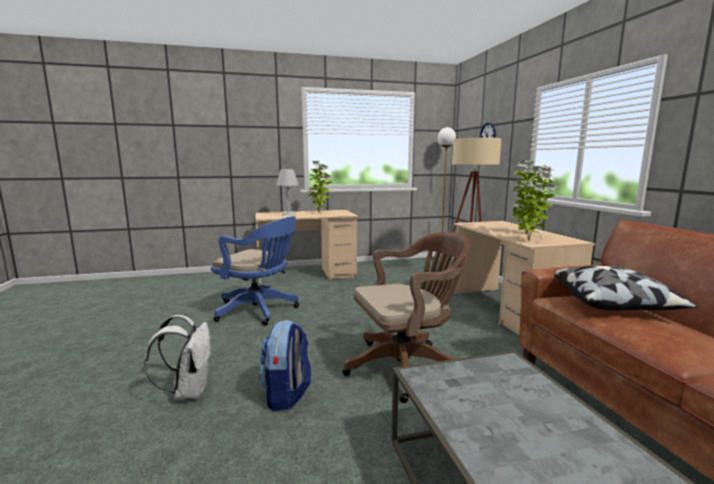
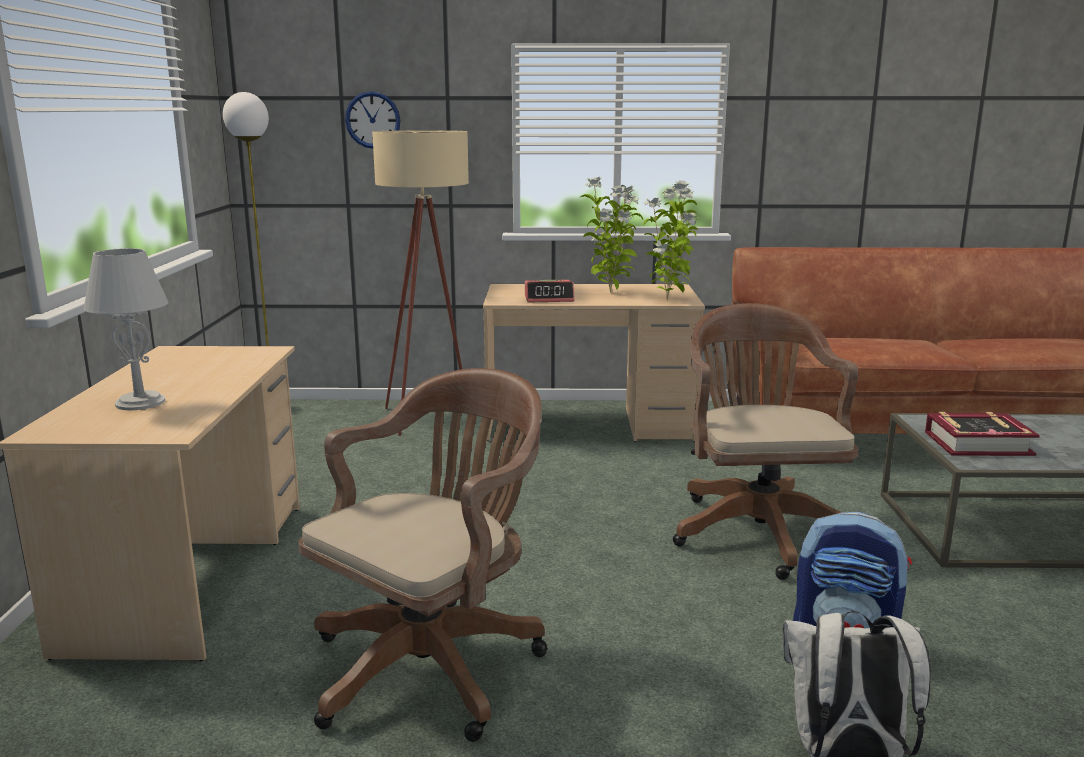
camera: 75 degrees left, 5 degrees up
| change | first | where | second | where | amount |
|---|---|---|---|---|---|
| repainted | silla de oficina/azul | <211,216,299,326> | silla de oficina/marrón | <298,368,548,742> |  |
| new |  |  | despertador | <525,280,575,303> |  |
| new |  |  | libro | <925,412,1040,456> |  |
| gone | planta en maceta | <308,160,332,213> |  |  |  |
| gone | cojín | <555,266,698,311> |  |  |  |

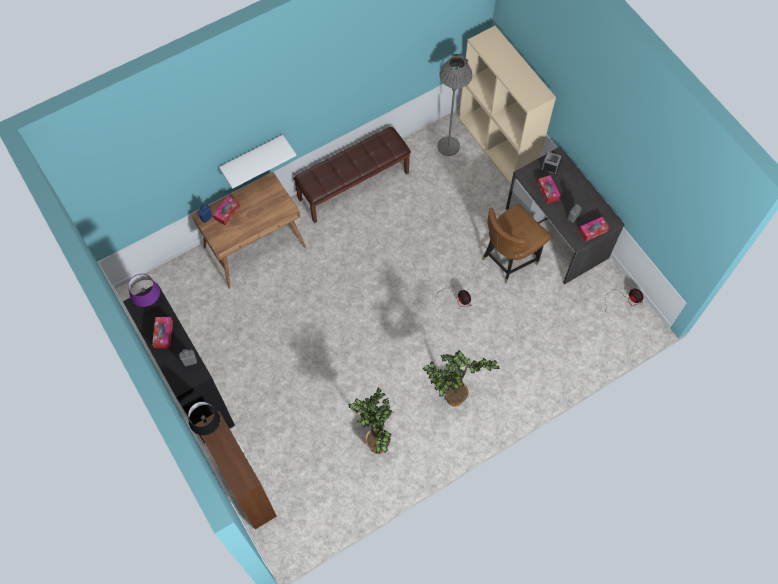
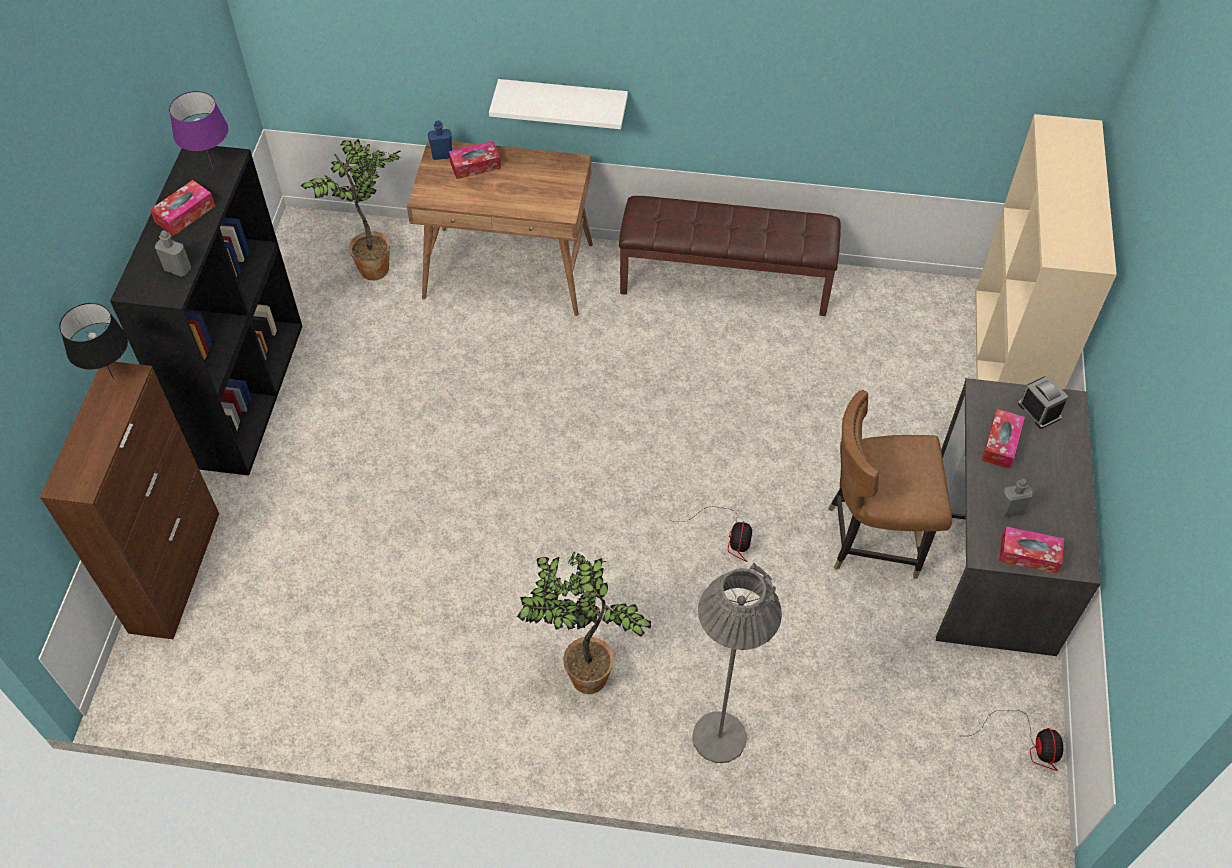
camera: 40 degrees right, 10 degrees down
| change | first | where | second | where | amount |
|---|---|---|---|---|---|
| shifted | planta en maceta | <348,387,394,454> |  | <301,139,401,281> |  |
| shifted | lámpara de pie/gris | <437,54,472,156> |  | <693,563,782,763> |  |

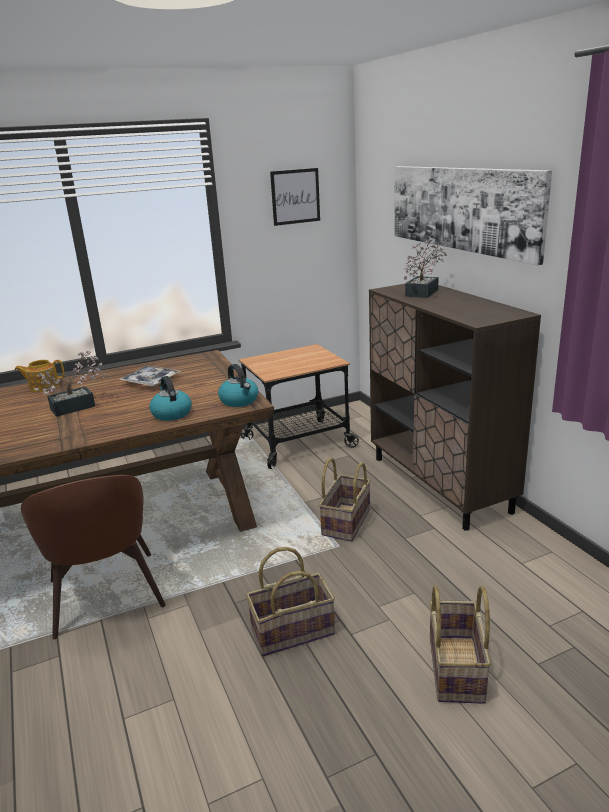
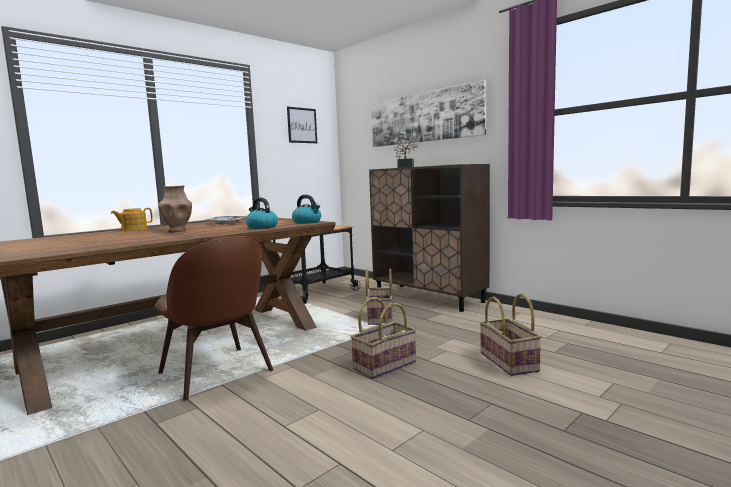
camera: 20 degrees left, 15 degrees down
| change | first | where | second | where | amount |
|---|---|---|---|---|---|
| swapped | planta en maceta | <34,350,105,417> | florero/marrón | <158,185,192,232> |  |

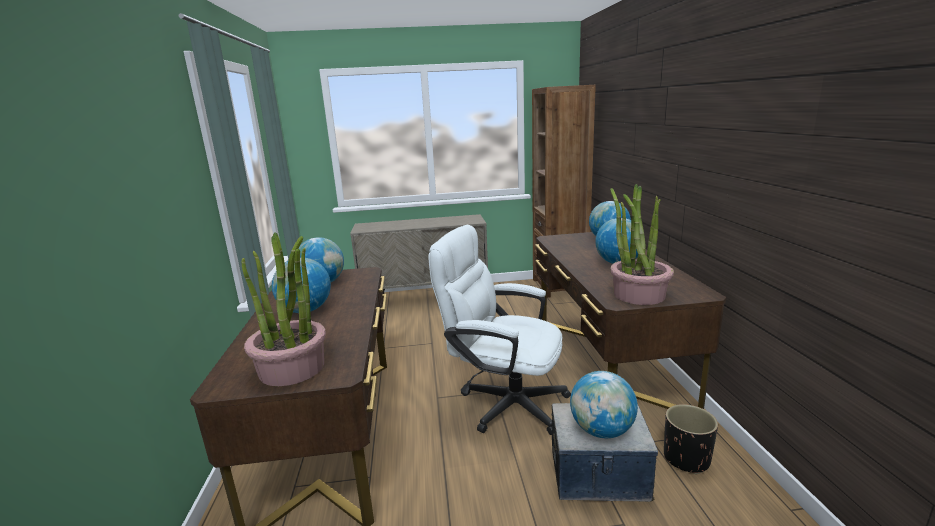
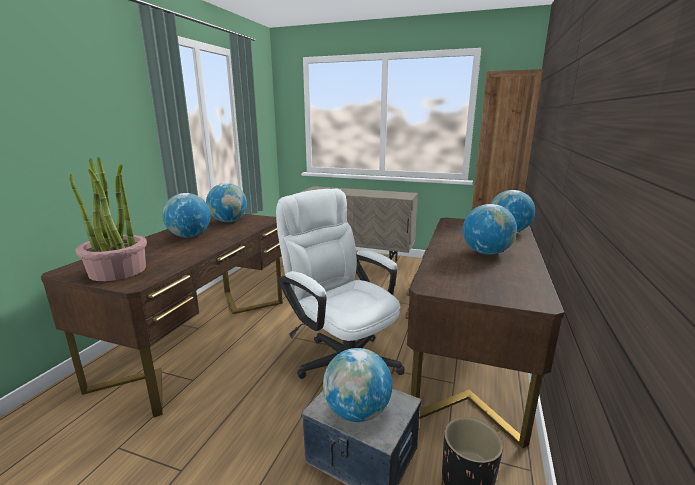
camera: 25 degrees right, 0 degrees up
| change | first | where | second | where | amount |
|---|---|---|---|---|---|
| gone | planta en maceta | <610,184,674,305> |  |  |  |

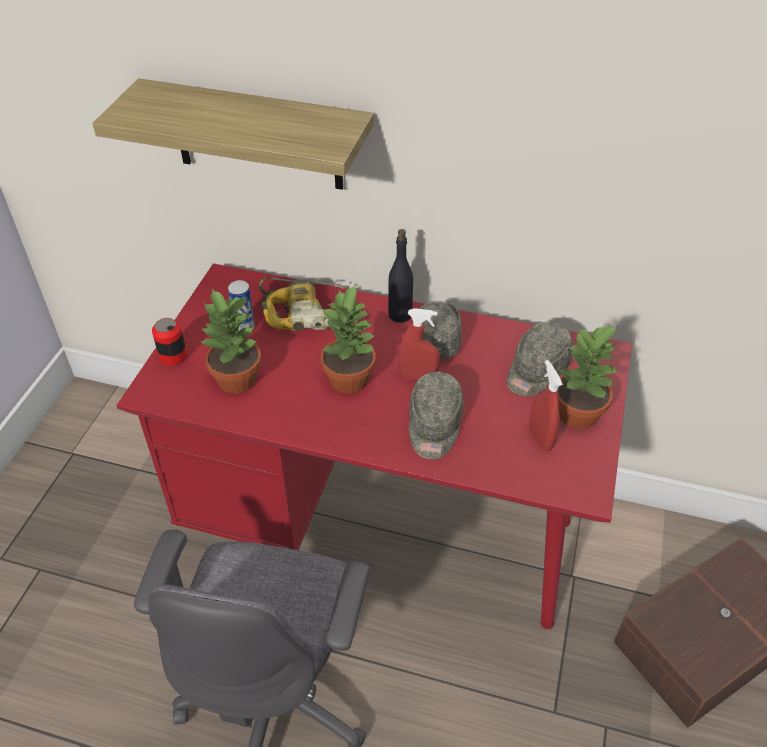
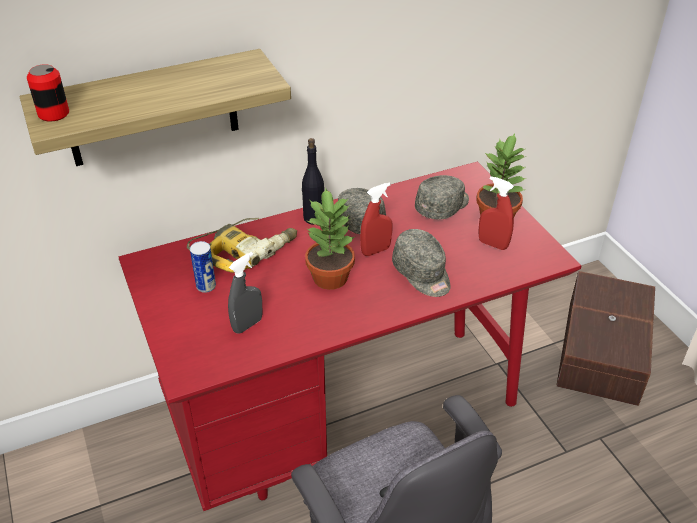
camera: 40 degrees left, 5 degrees down
| change | first | where | second | where | amount |
|---|---|---|---|---|---|
| shifted | lata | <152,318,187,366> |  | <27,64,69,121> |  |
| swapped | planta en maceta | <199,289,262,393> | pulverizador/gris | <228,252,263,334> |  |
| rotated | gorra/gris | <507,322,572,396> |  | <415,175,469,220> | 135 degrees counterclockwise |

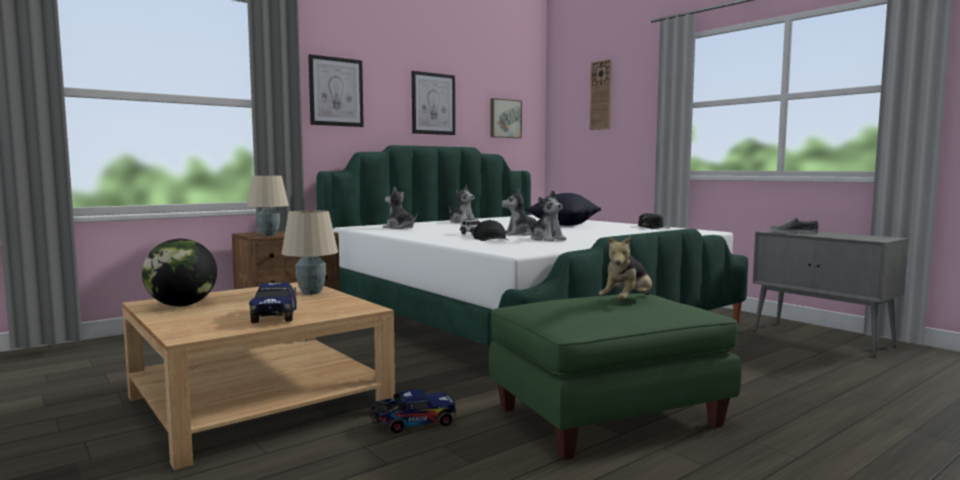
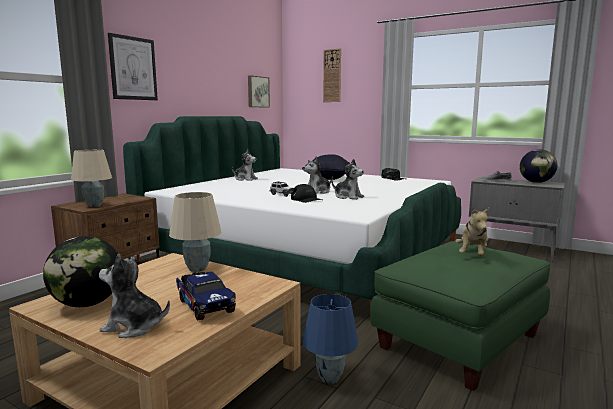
camera: 20 degrees left, 5 degrees up
| change | first | where | second | where | amount |
|---|---|---|---|---|---|
| shifted | peluche | <383,187,417,229> |  | <99,254,170,338> |  |
| swapped | camión de juguete | <370,389,456,433> | lámpara de mesa/azul | <302,294,358,384> |  |
| new |  |  | globo terráqueo | <520,149,557,183> |  |
| gone | cuadro | <412,71,455,135> |  |  |  |

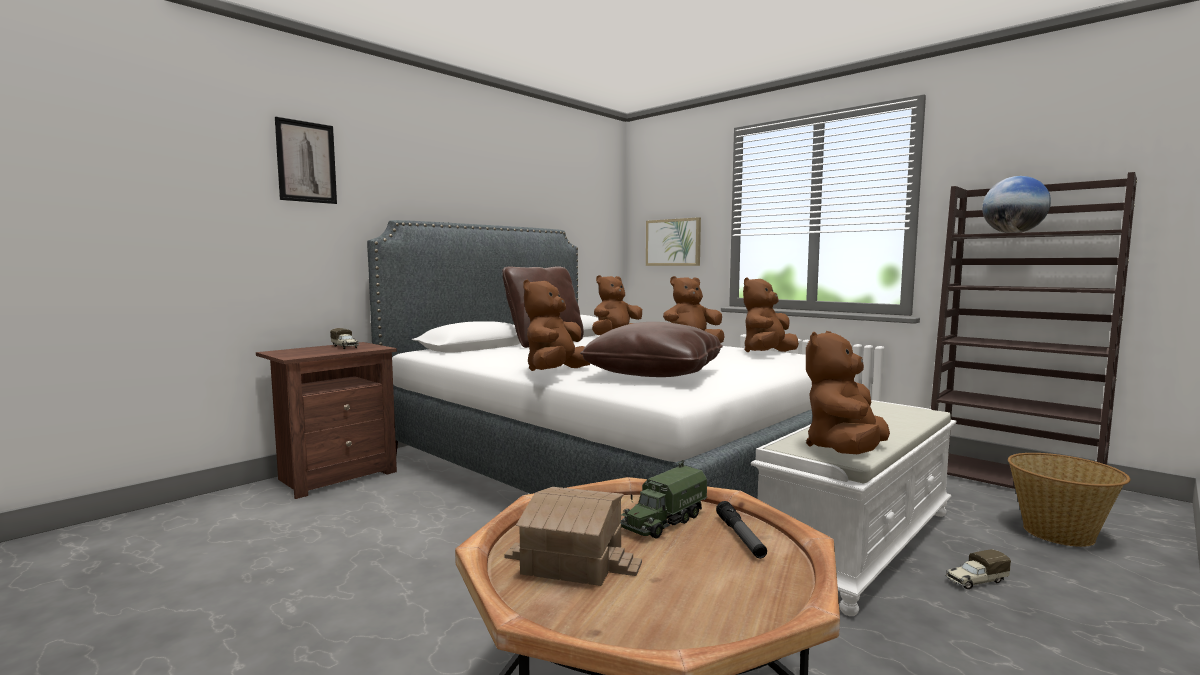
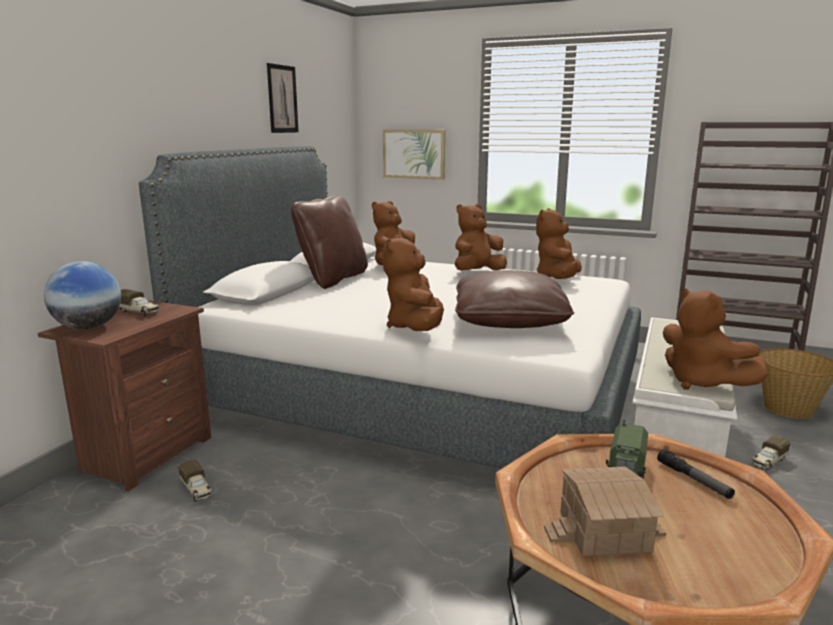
camera: 20 degrees left, 10 degrees up
| change | first | where | second | where | amount |
|---|---|---|---|---|---|
| shifted | globo terráqueo | <982,176,1051,233> |  | <44,261,121,330> |  |
| new |  |  | camión de juguete | <178,460,213,501> |  |
| shifted | cuadro | <275,116,337,204> |  | <267,63,299,133> |  |
| rotated | peluche/marrón | <806,331,890,454> |  | <663,288,769,390> | 45 degrees counterclockwise |

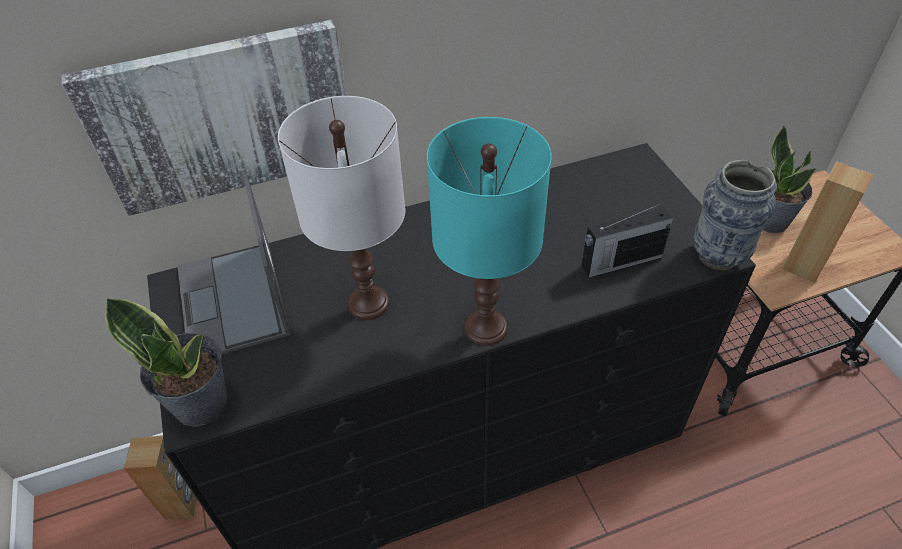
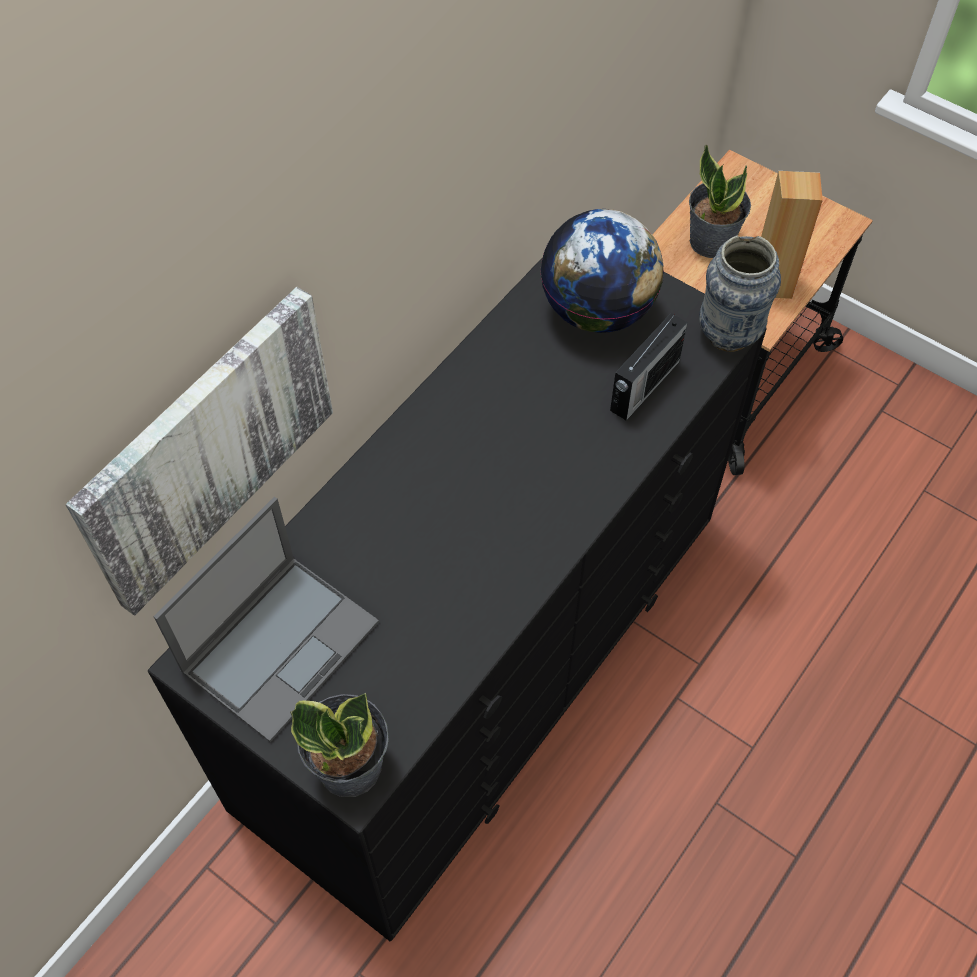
camera: 35 degrees left, 10 degrees up
| change | first | where | second | where | amount |
|---|---|---|---|---|---|
| rotated | portátil | <177,174,290,354> |  | <153,497,379,742> | 90 degrees counterclockwise |
| new |  |  | globo terráqueo | <540,209,664,333> |  |
| gone | altavoz/marrón | <123,435,197,520> |  |  |  |
| gone | lámpara de mesa/blanco | <278,96,406,320> |  |  |  |
| gone | lámpara de mesa/turquesa | <427,117,552,346> |  |  |  |

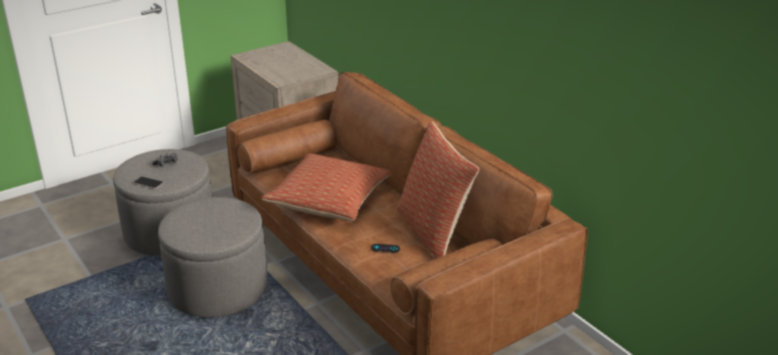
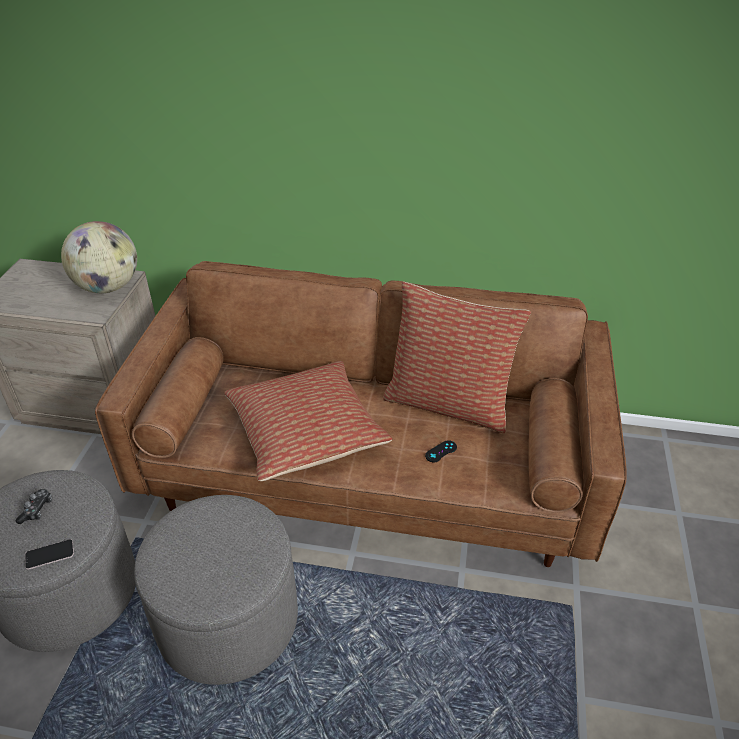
camera: 45 degrees left, 10 degrees up
| change | first | where | second | where | amount |
|---|---|---|---|---|---|
| new |  |  | globo terráqueo | <61,221,137,293> |  |

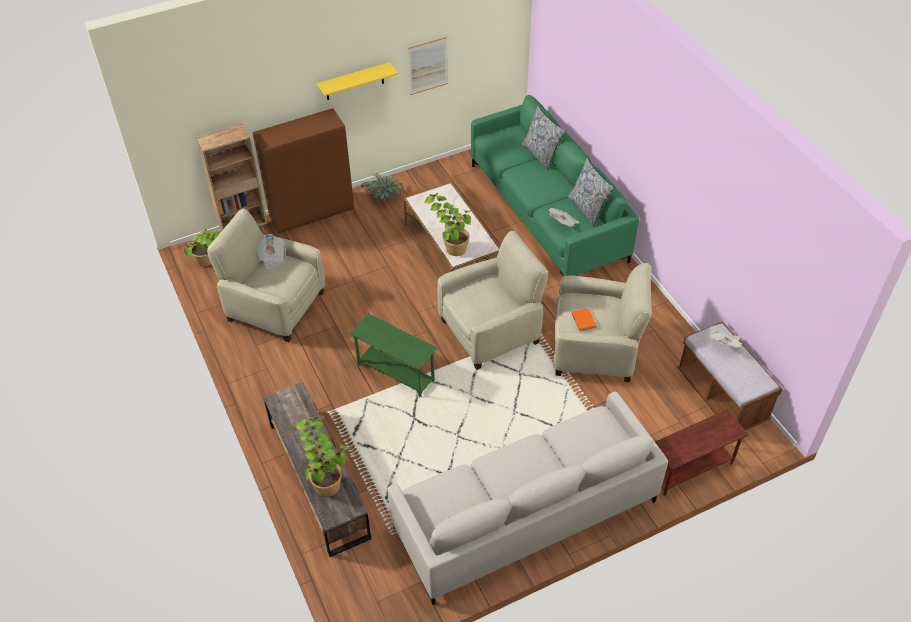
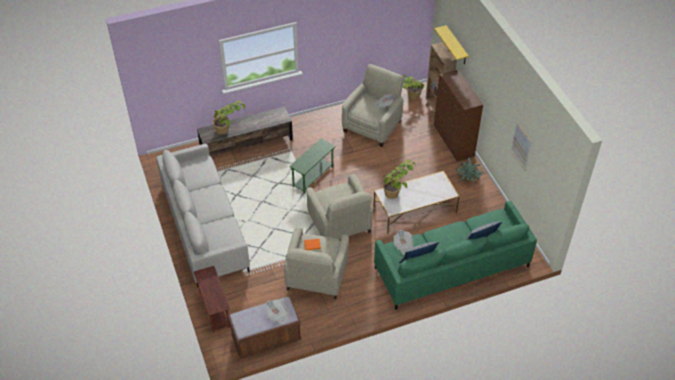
camera: 95 degrees right, 0 degrees up
| change | first | where | second | where | amount |
|---|---|---|---|---|---|
| shifted | estante/amarillo | <317,62,398,100> |  | <434,25,469,64> |  |

